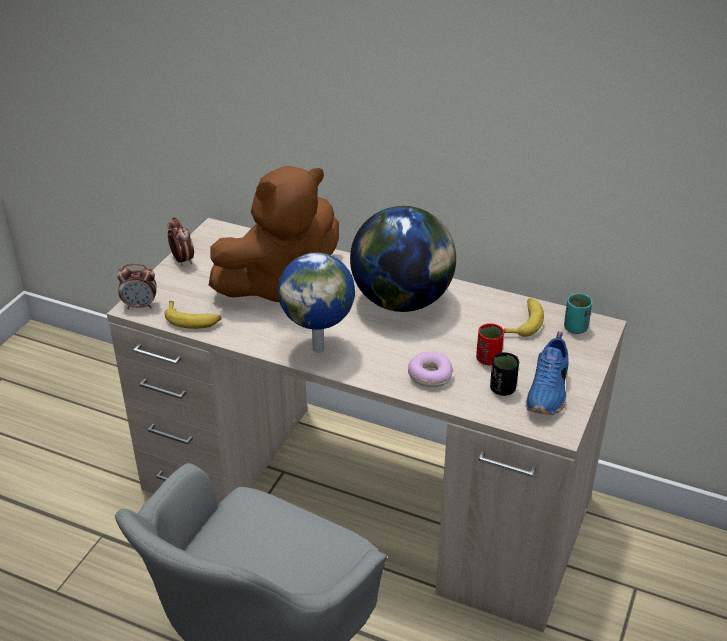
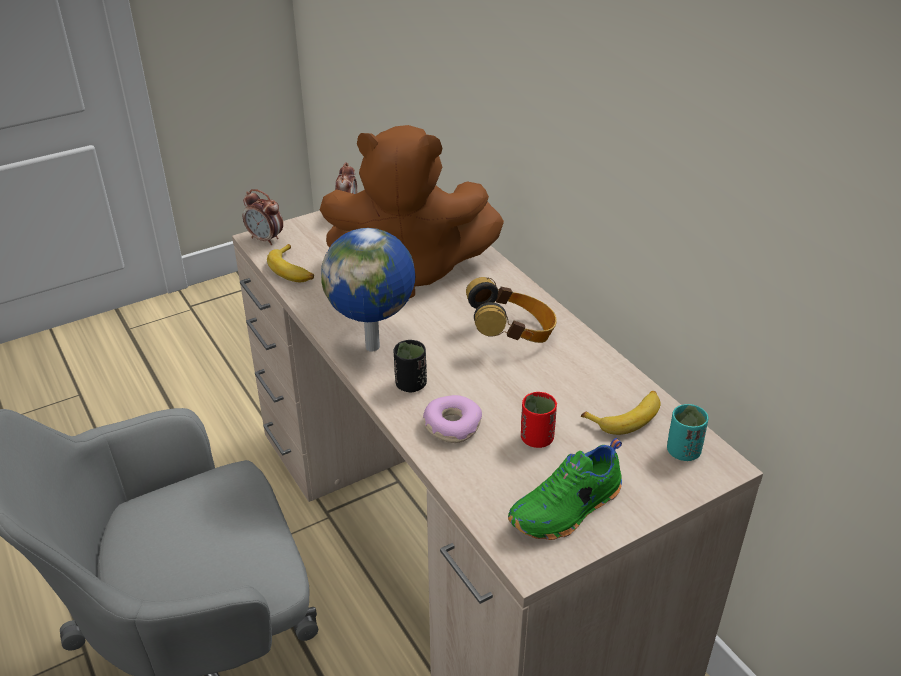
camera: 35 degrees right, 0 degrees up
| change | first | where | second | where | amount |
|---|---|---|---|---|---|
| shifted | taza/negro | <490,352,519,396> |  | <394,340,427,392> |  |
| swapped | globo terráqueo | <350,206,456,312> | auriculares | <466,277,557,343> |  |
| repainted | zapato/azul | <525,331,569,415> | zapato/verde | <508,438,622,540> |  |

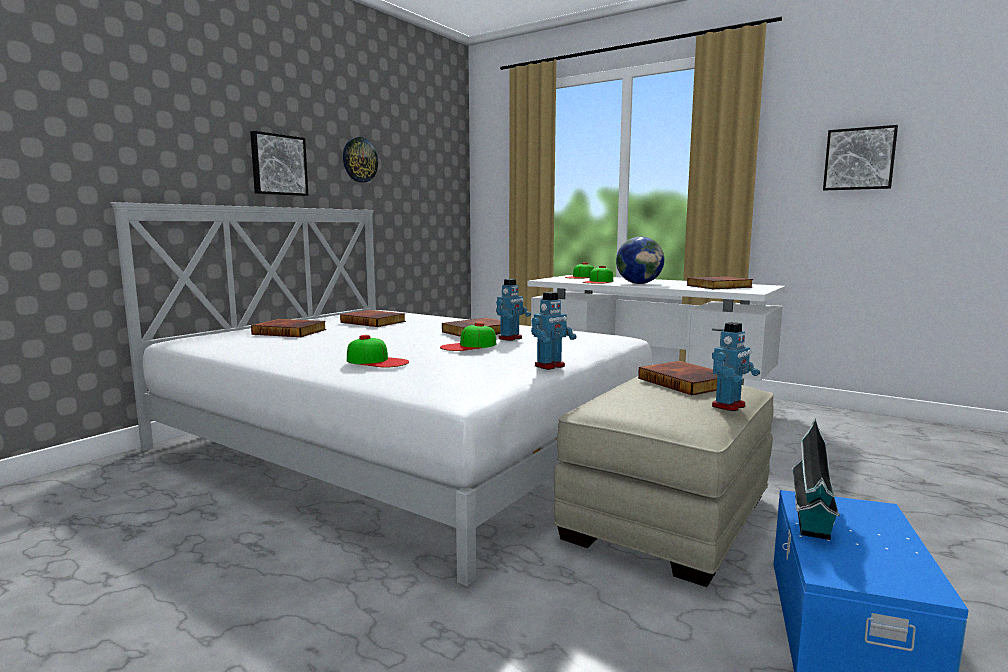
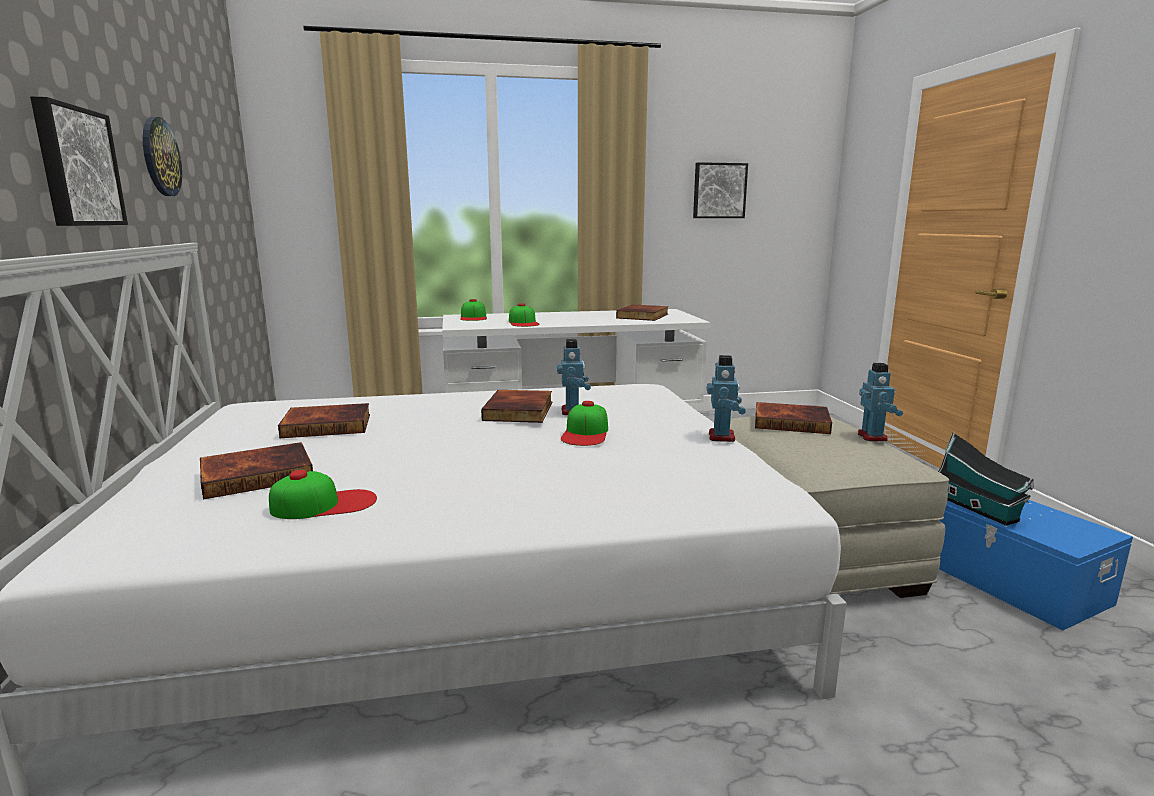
camera: 45 degrees left, 5 degrees up
| change | first | where | second | where | amount |
|---|---|---|---|---|---|
| shifted | gorra | <347,335,409,368> |  | <269,470,377,519> |  |
| gone | globo terráqueo | <616,237,664,284> |  |  |  |

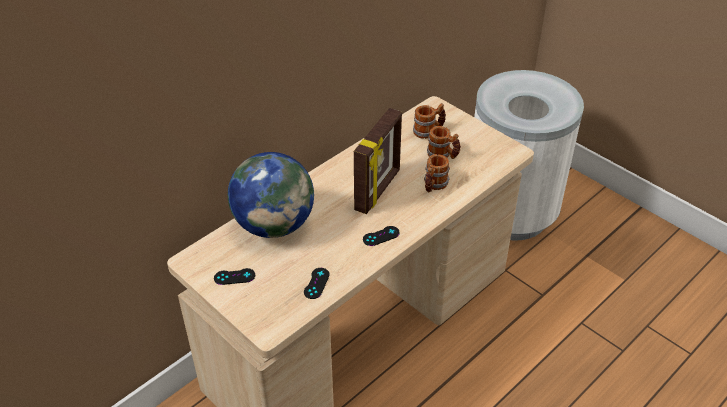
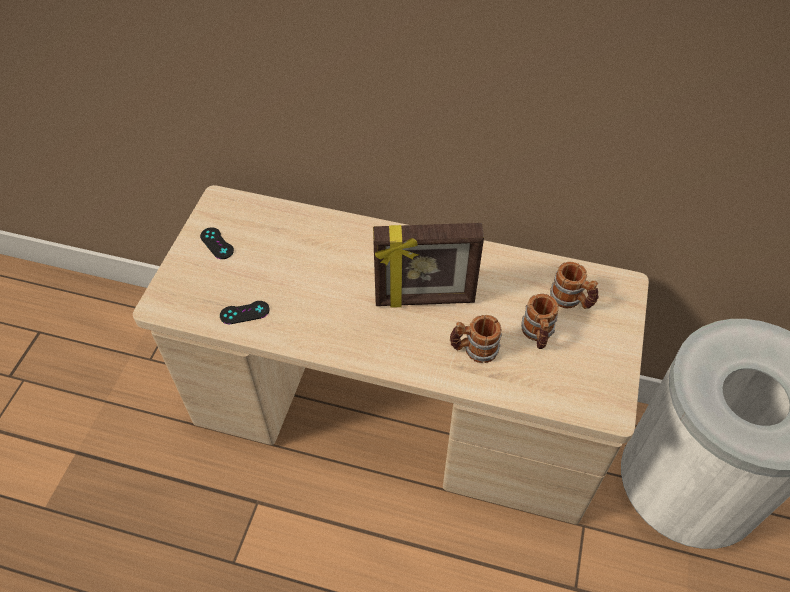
camera: 60 degrees right, 10 degrees up
| change | first | where | second | where | amount |
|---|---|---|---|---|---|
| gone | globo terráqueo | <228,152,314,238> |  |  |  |
| gone | mando de consola/negro | <363,226,400,246> |  |  |  |

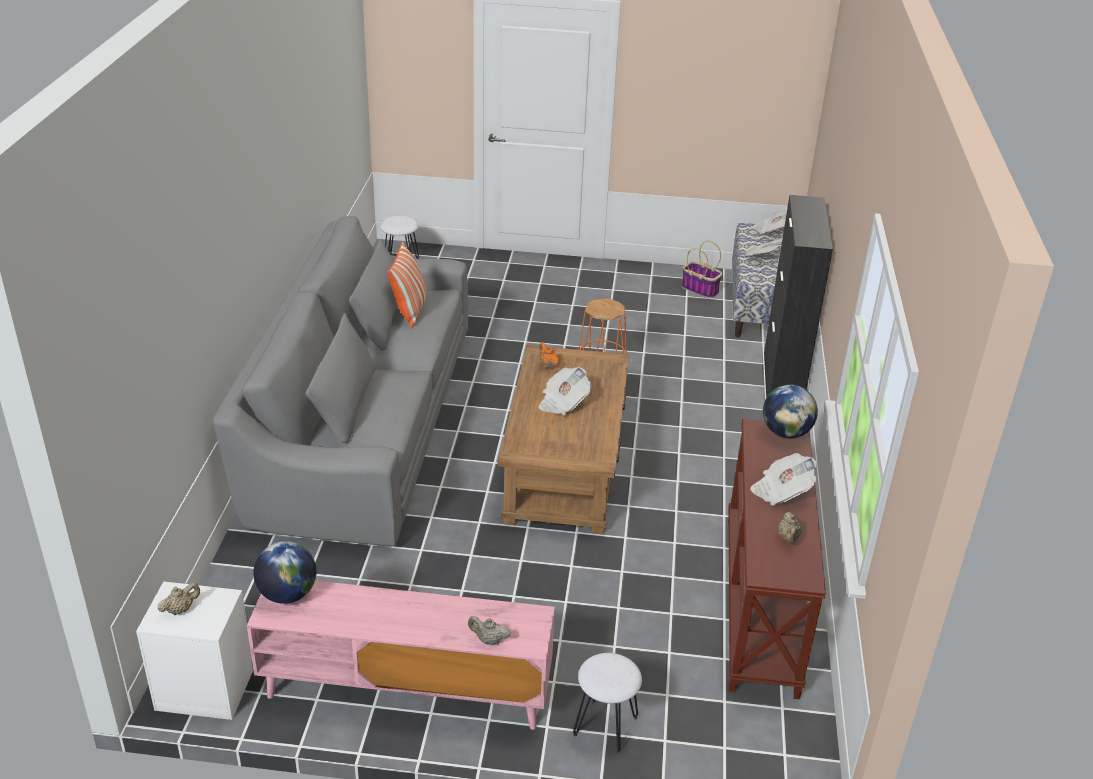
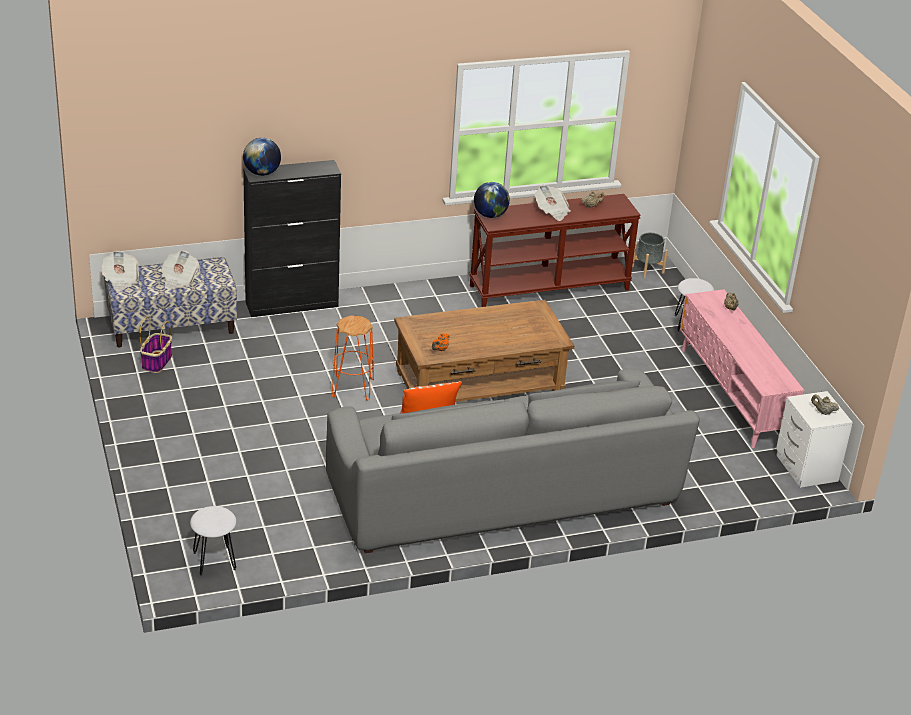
camera: 115 degrees left, 0 degrees up
| change | first | where | second | where | amount |
|---|---|---|---|---|---|
| shifted | globo terráqueo | <253,541,317,604> |  | <243,138,281,176> |  |
| new |  |  | maceta/gris | <632,233,668,278> |  |
| gone | periódico | <539,367,592,415> |  |  |  |

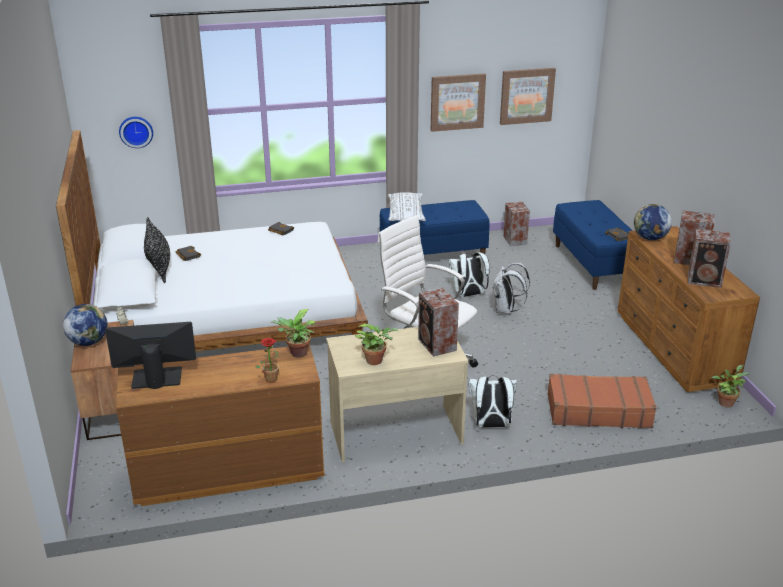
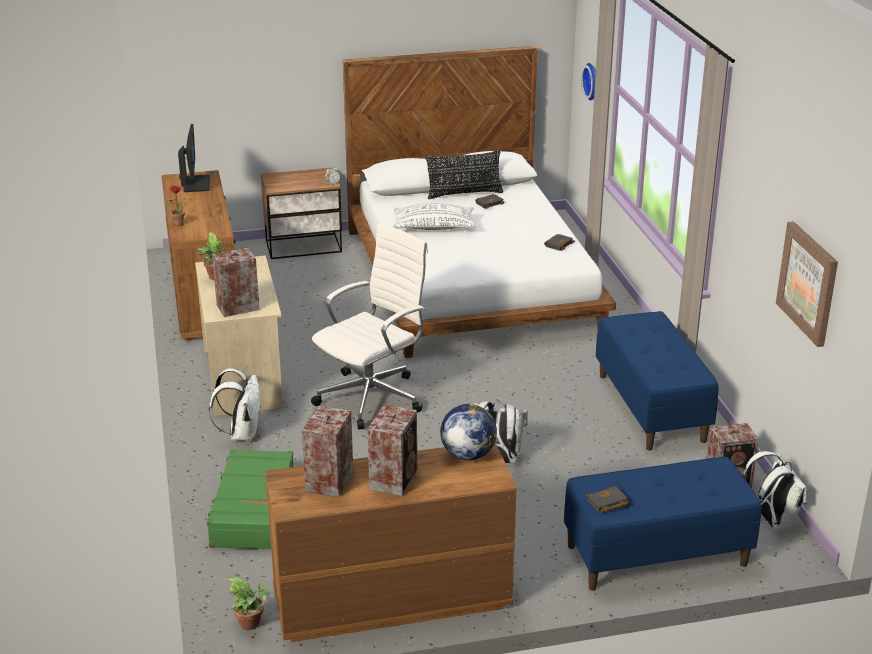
camera: 90 degrees right, 0 degrees up
| change | first | where | second | where | amount |
|---|---|---|---|---|---|
| repainted | maleta/marrón | <548,374,657,429> | maleta/verde | <207,449,294,549> |  |
| shifted | cojín/blanco | <388,192,426,221> |  | <393,203,476,230> |  |
| shifted | mochila/blanco | <449,252,489,297> |  | <743,451,807,530> |  |
| gone | globo terráqueo | <63,304,108,346> |  |  |  |
| gone | planta en maceta | <272,309,316,358> |  |  |  |
| gone | cuadro | <431,73,486,132> |  |  |  |

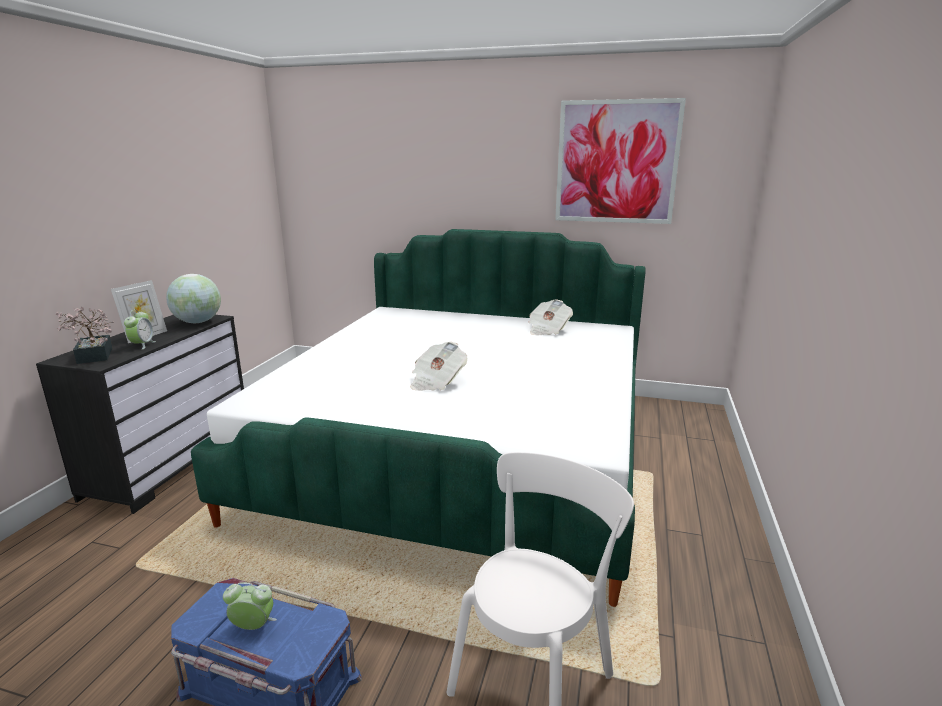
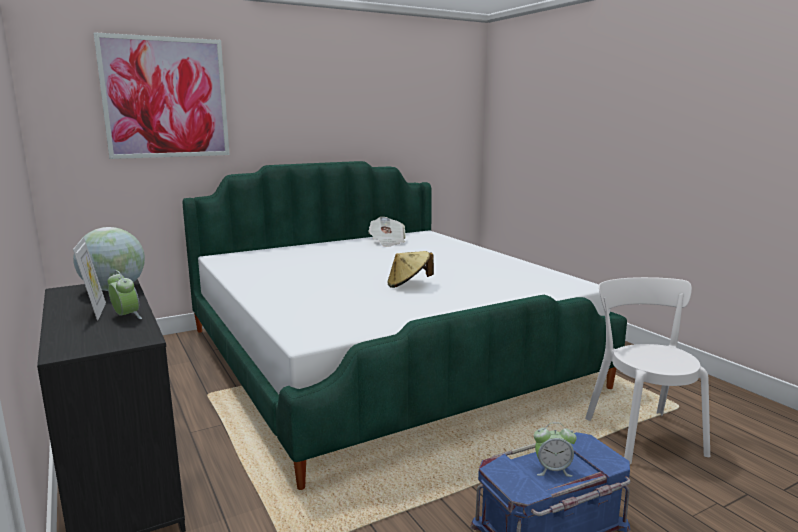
camera: 45 degrees left, 5 degrees down
| change | first | where | second | where | amount |
|---|---|---|---|---|---|
| shifted | cuadro | <555,98,686,224> |  | <94,32,230,159> |  |
| swapped | periódico | <410,342,467,391> | sombrero/beis | <387,251,434,288> |  |
| rotated | despertador | <223,583,277,630> |  | <534,422,577,477> | 135 degrees counterclockwise |
| gone | planta en maceta | <55,306,114,364> |  |  |  |

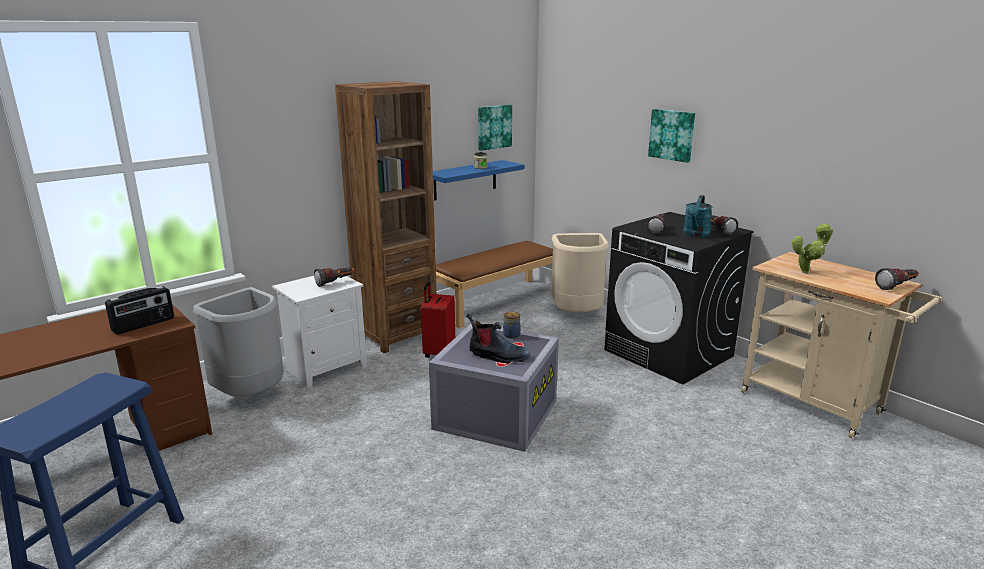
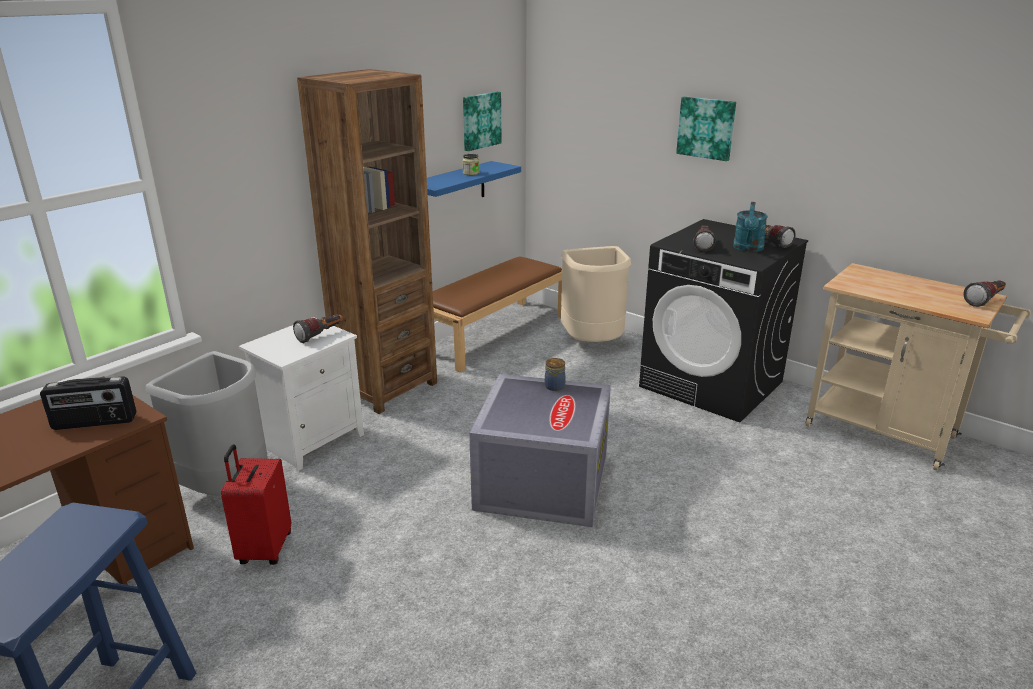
camera: 10 degrees left, 5 degrees up
| change | first | where | second | where | amount |
|---|---|---|---|---|---|
| rotated | radio | <105,286,174,335> |  | <40,376,136,430> | 45 degrees clockwise |
| shifted | maleta/rojo | <421,282,455,358> |  | <221,444,291,565> |  |
| gone | bota | <466,314,530,363> |  |  |  |
| gone | planta en maceta | <792,223,833,273> |  |  |  |

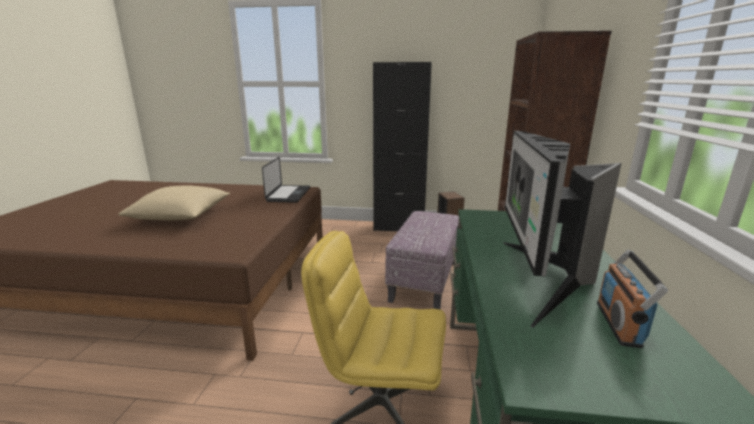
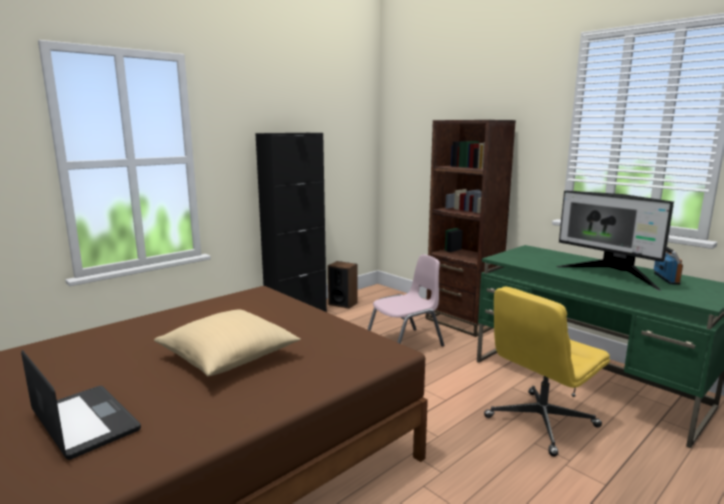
camera: 50 degrees left, 5 degrees down
| change | first | where | second | where | amount |
|---|---|---|---|---|---|
| shifted | portátil | <262,157,310,203> |  | <21,350,141,460> |  |
| swapped | puf | <385,211,459,309> | silla/rosa | <367,254,444,346> |  |
| rotated | radio | <597,249,668,348> |  | <654,247,683,285> | 135 degrees counterclockwise |

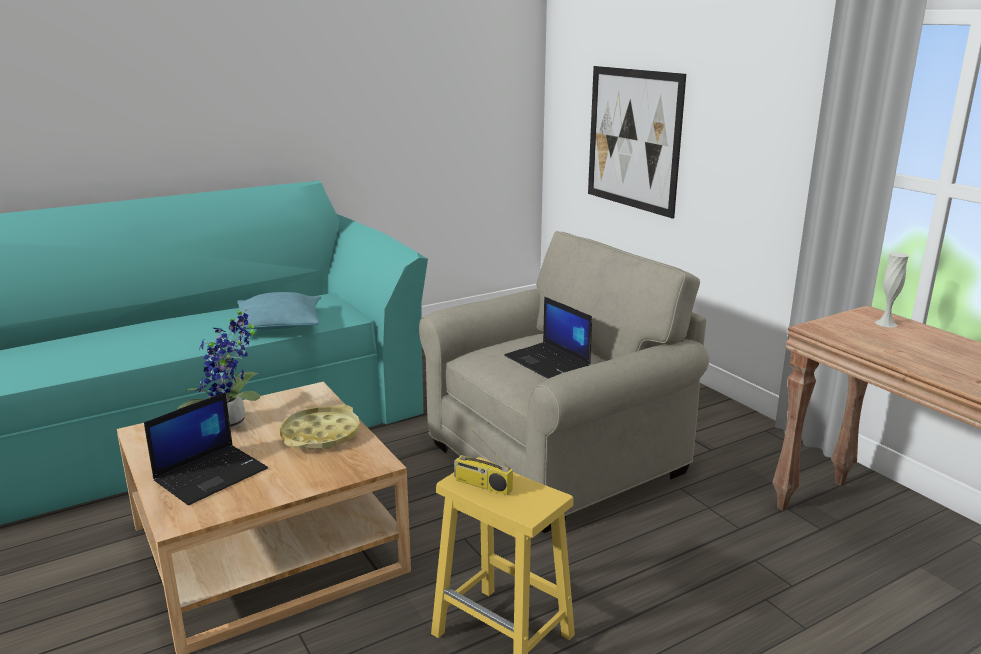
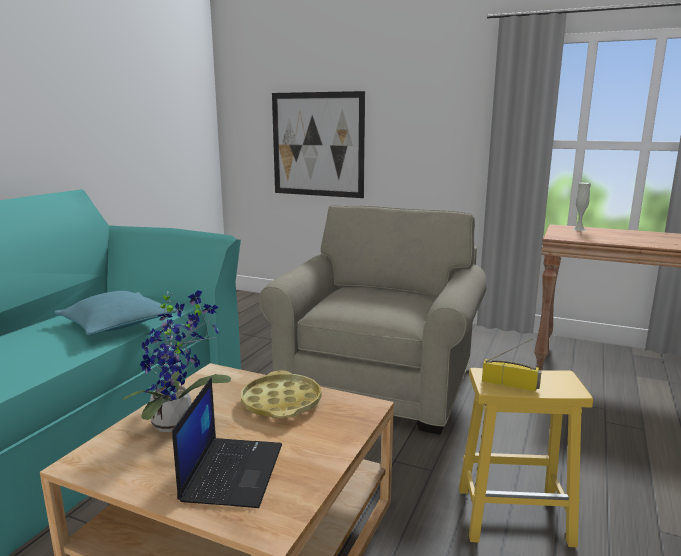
camera: 35 degrees left, 5 degrees down
| change | first | where | second | where | amount |
|---|---|---|---|---|---|
| rotated | radio | <454,426,513,495> |  | <482,339,542,391> | 150 degrees counterclockwise |
| gone | portátil | <504,297,592,379> |  |  |  |

